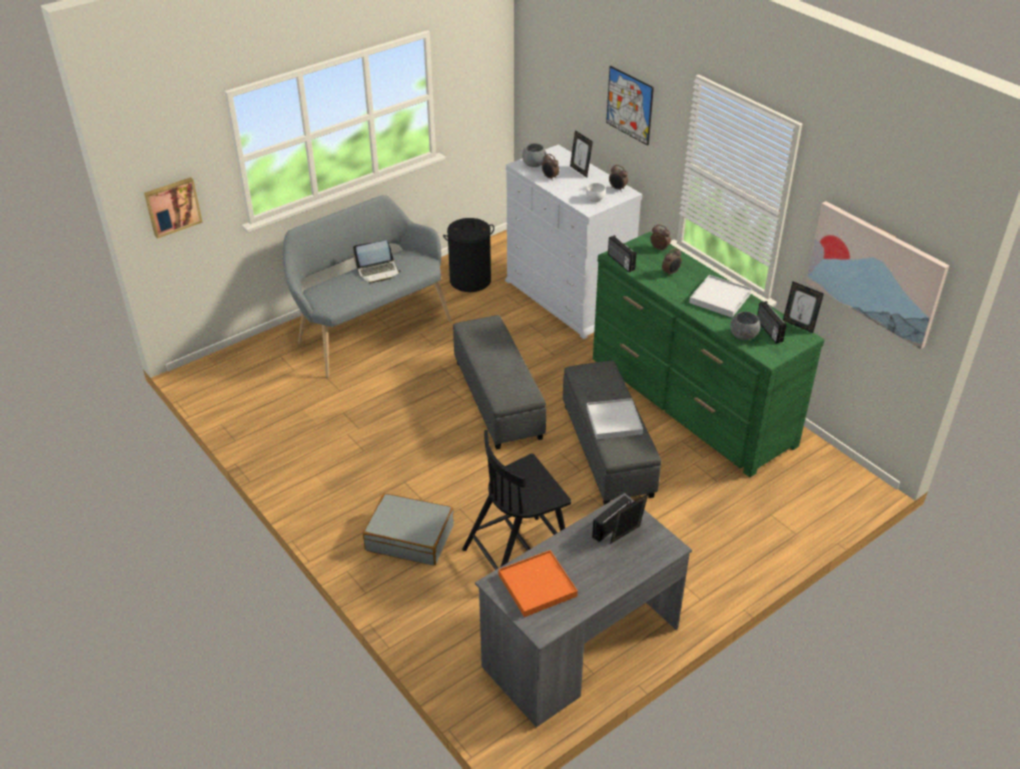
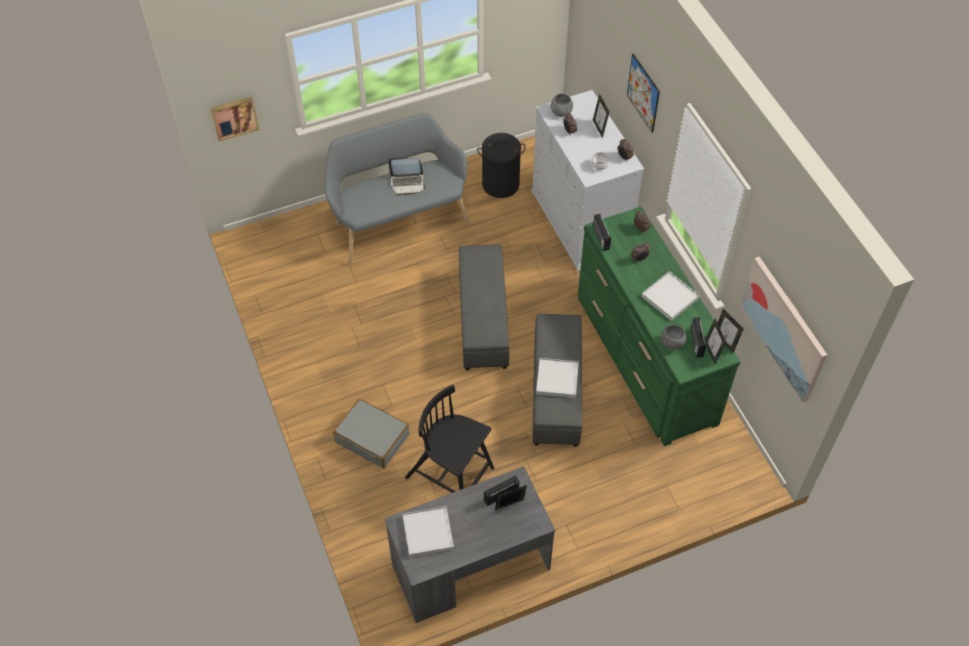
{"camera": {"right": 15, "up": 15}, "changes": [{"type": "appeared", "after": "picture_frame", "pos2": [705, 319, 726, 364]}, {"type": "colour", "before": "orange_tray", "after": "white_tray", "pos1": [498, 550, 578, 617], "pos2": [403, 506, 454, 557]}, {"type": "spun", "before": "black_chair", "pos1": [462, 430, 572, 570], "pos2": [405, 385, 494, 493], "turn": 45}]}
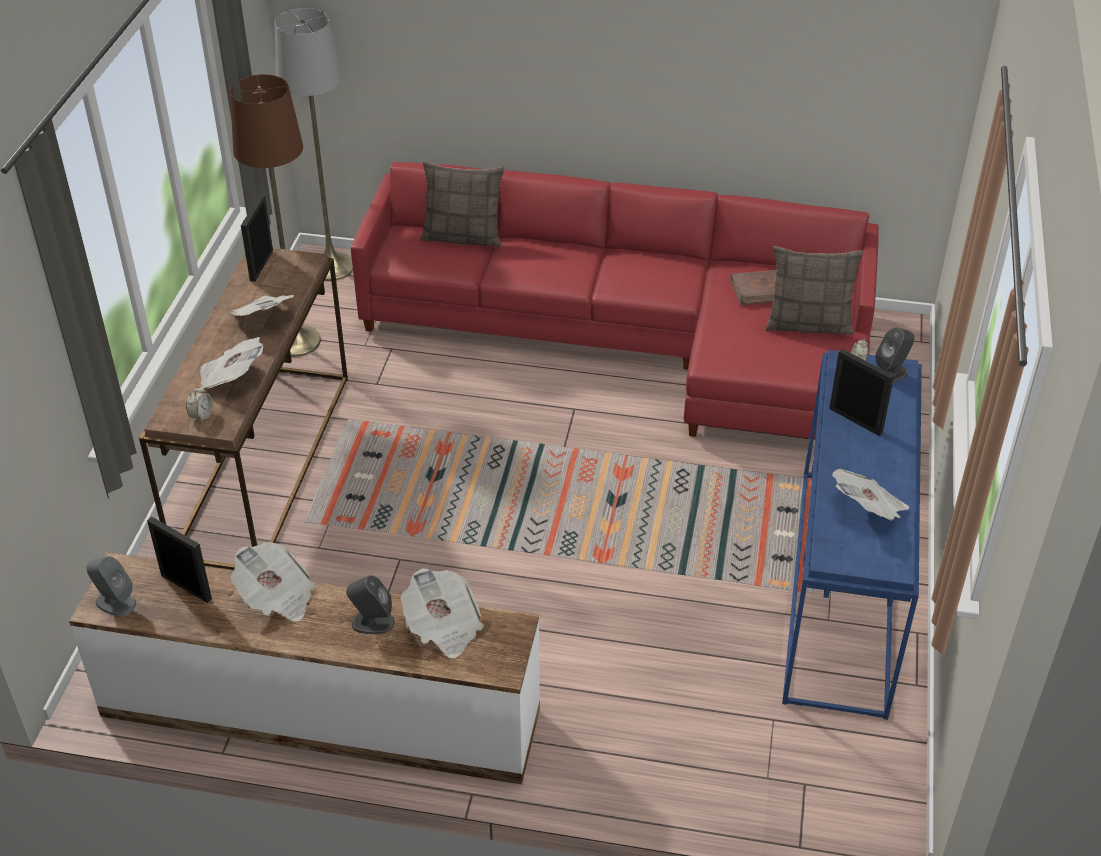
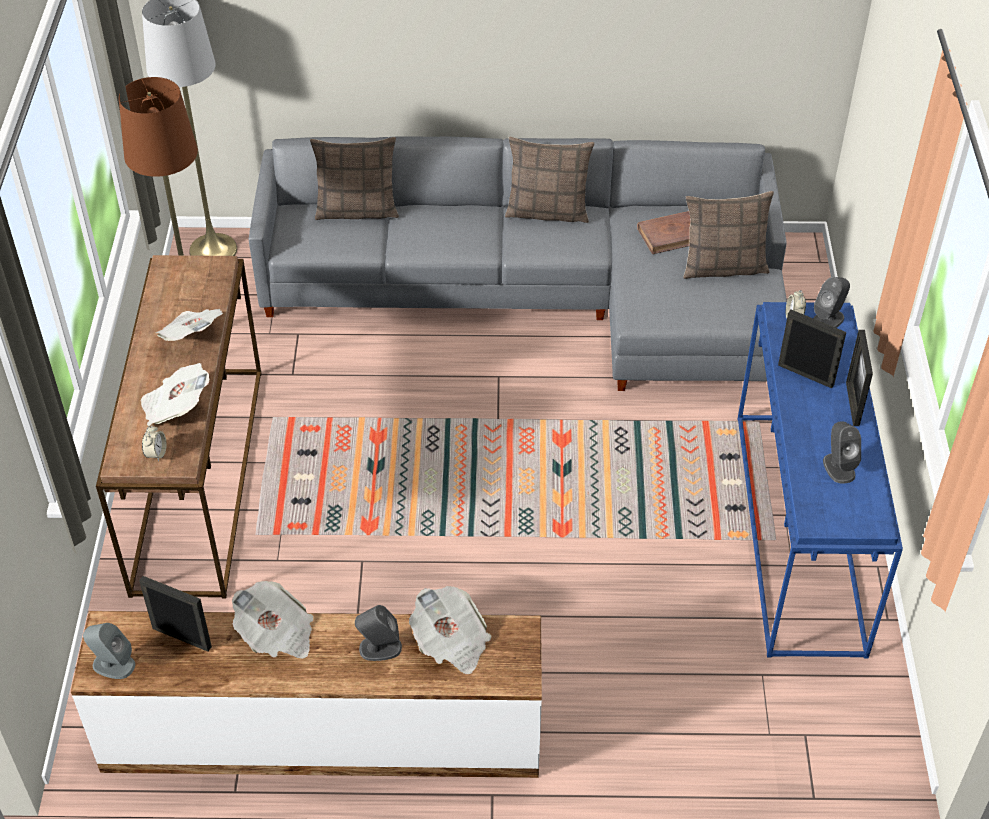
{"camera": {"right": -10, "up": 5}, "changes": [{"type": "appeared", "after": "pillow", "pos2": [505, 137, 594, 223]}, {"type": "relocated", "before": "picture_frame", "pos1": [241, 195, 273, 282], "pos2": [846, 330, 873, 426]}, {"type": "exchanged", "before": "newspaper", "after": "grey_speaker", "pos1": [832, 469, 909, 520], "pos2": [823, 421, 861, 484]}, {"type": "colour", "before": "red_sofa", "after": "grey_sofa", "pos1": [351, 162, 879, 439], "pos2": [249, 136, 787, 391]}]}
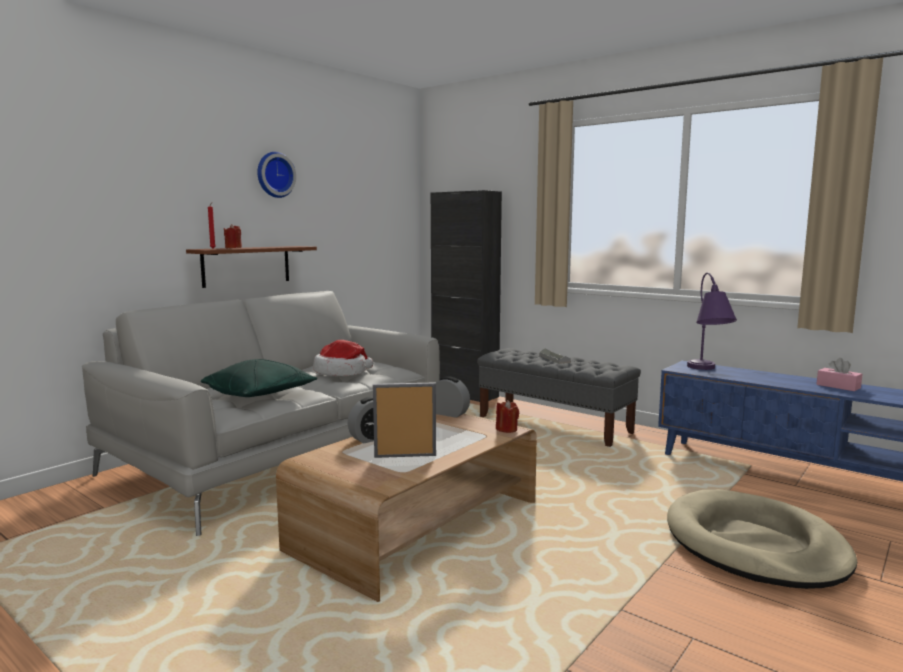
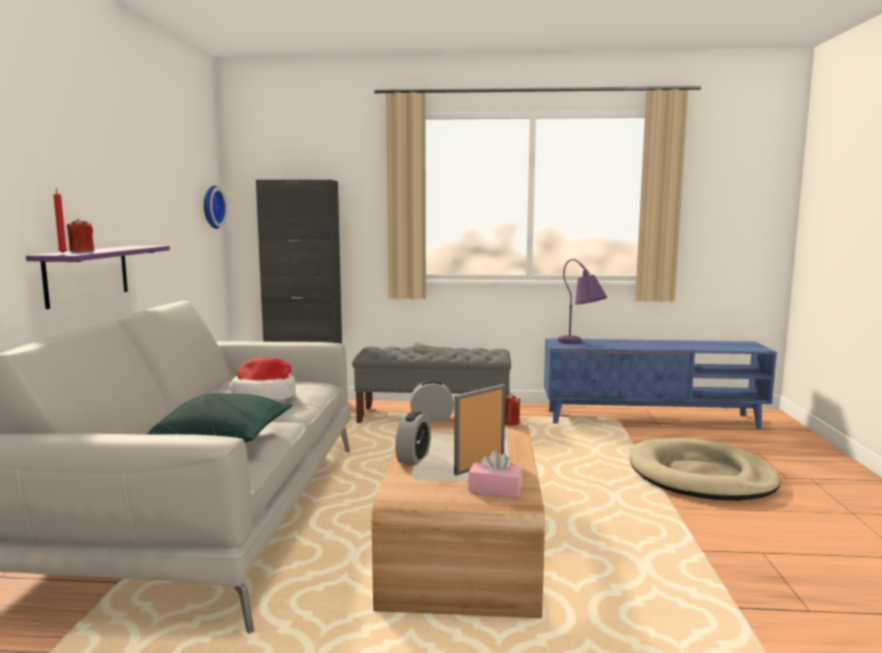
{"camera": {"right": -35, "up": 0}, "changes": [{"type": "relocated", "before": "wall_clock", "pos1": [257, 152, 296, 198], "pos2": [204, 185, 227, 229]}, {"type": "relocated", "before": "pink_tissue_box", "pos1": [816, 358, 862, 391], "pos2": [468, 450, 522, 498]}, {"type": "colour", "before": "brown_shelf", "after": "purple_shelf", "pos1": [186, 246, 317, 288], "pos2": [26, 246, 170, 309]}]}
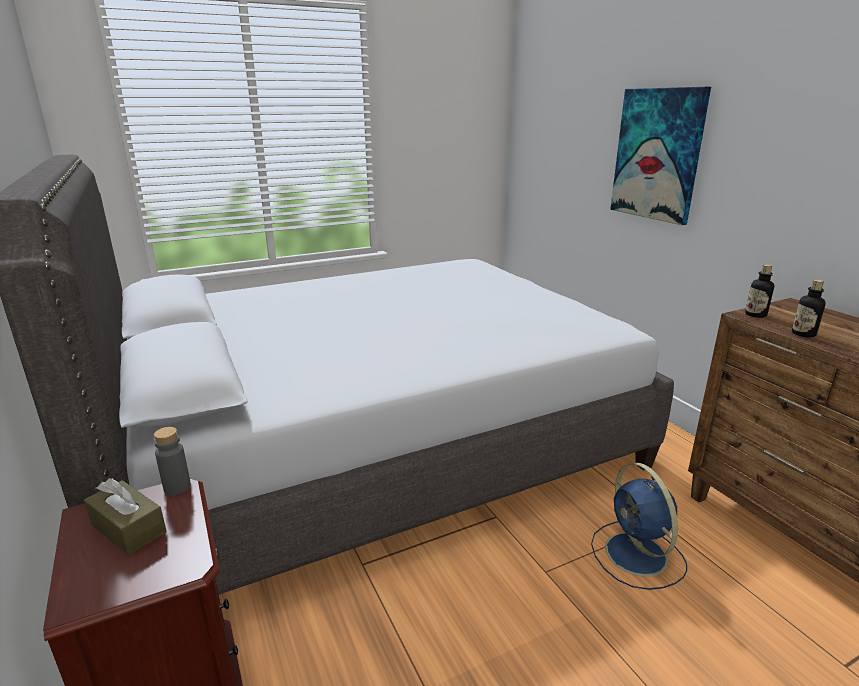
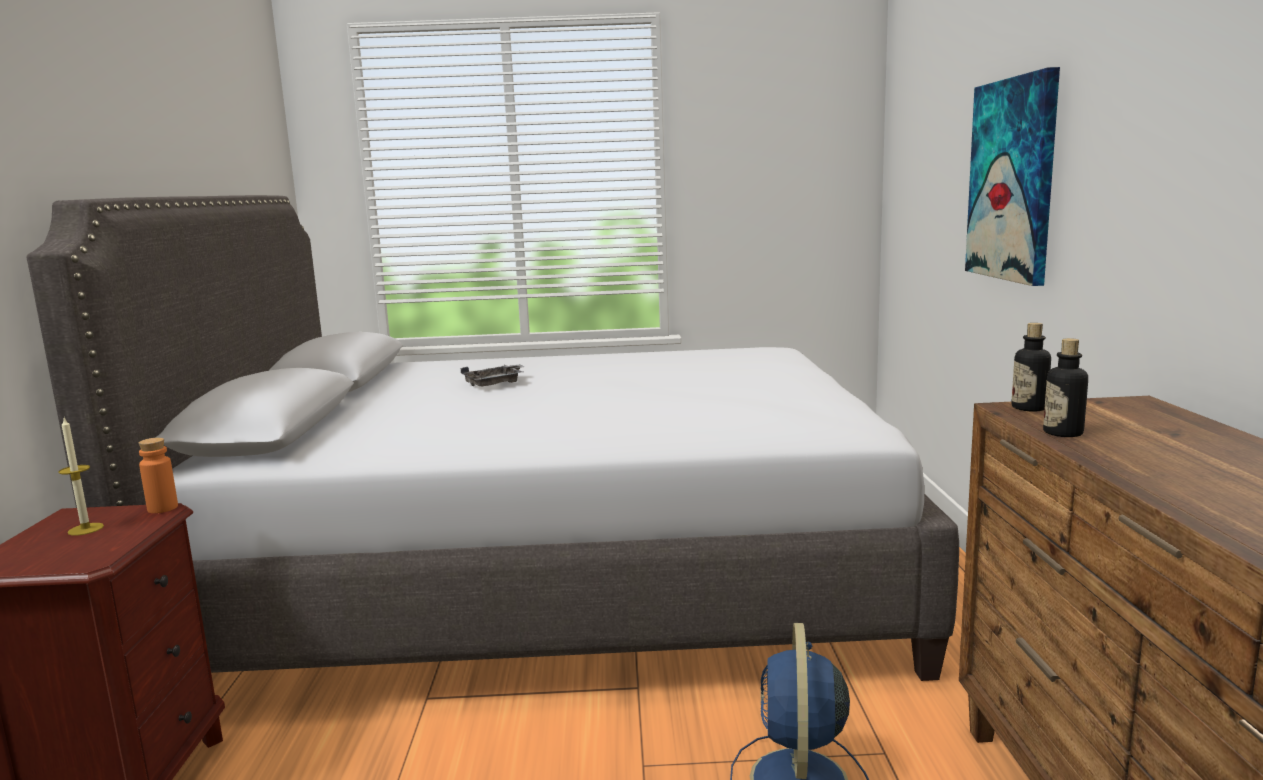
{"camera": {"right": 25, "up": -10}, "changes": [{"type": "appeared", "after": "grey_tray", "pos2": [461, 364, 525, 386]}, {"type": "exchanged", "before": "brown_tissue_box", "after": "candle", "pos1": [84, 478, 167, 555], "pos2": [58, 418, 104, 536]}, {"type": "colour", "before": "grey_bottle", "after": "orange_bottle", "pos1": [154, 427, 191, 495], "pos2": [139, 438, 178, 513]}]}
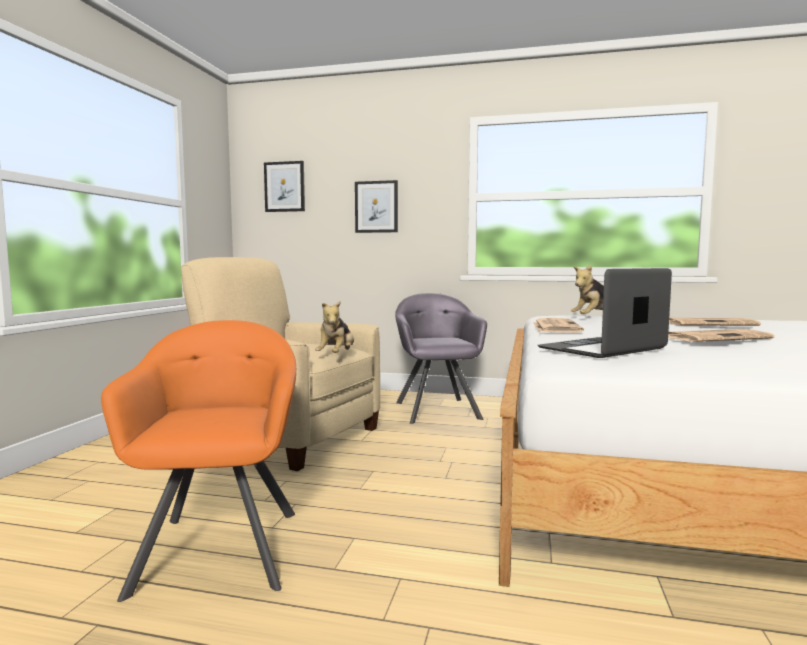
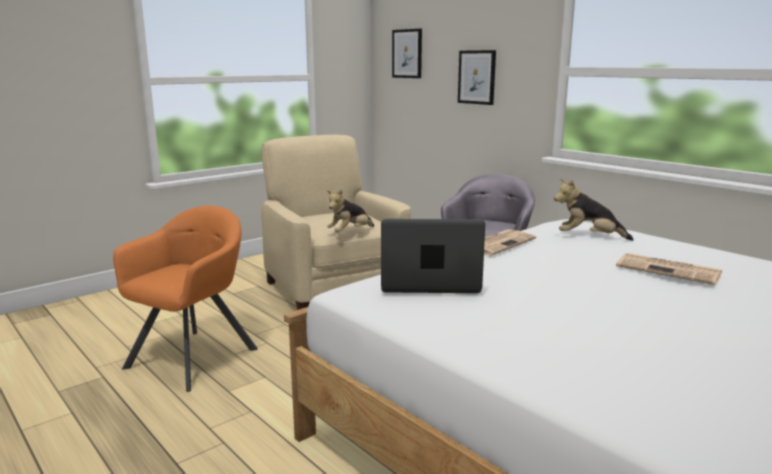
{"camera": {"right": 35, "up": 10}, "changes": [{"type": "missing", "before": "newspaper", "pos1": [668, 329, 775, 342]}]}
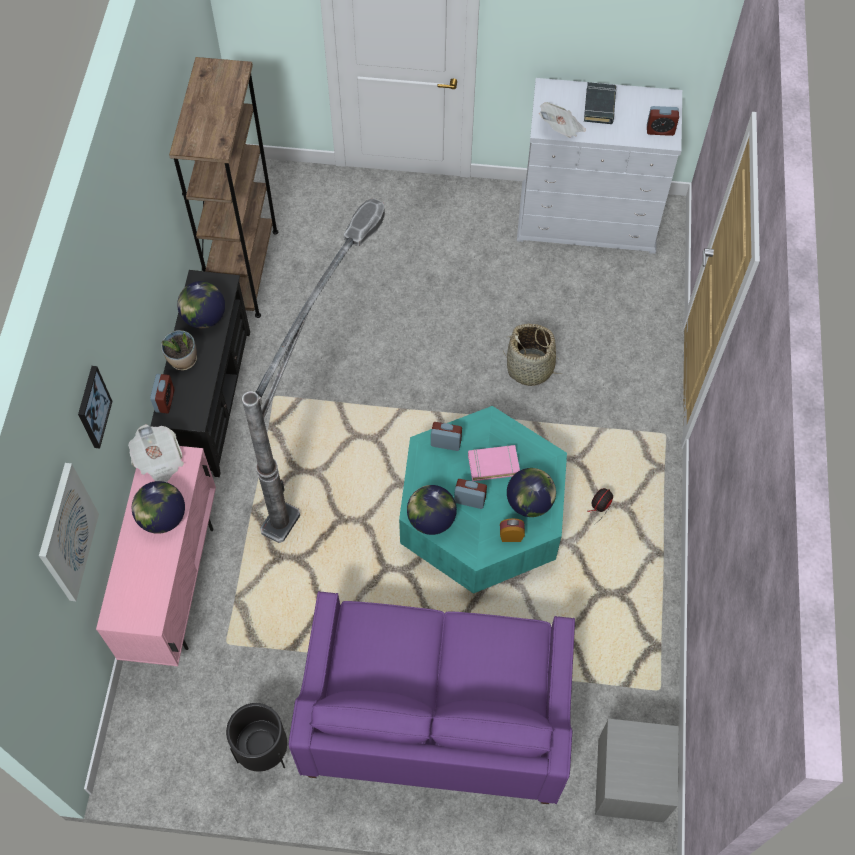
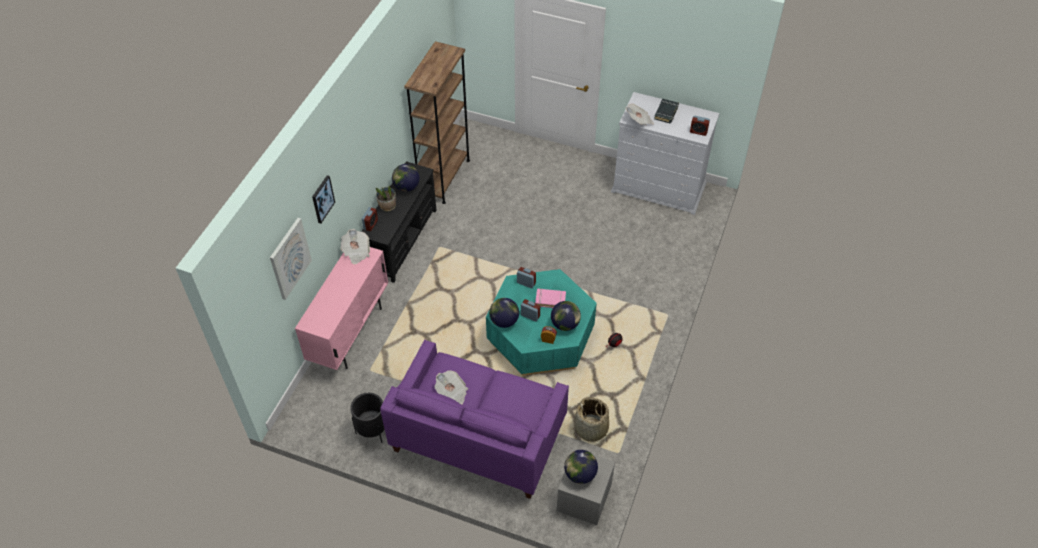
{"camera": {"right": 15, "up": -10}, "changes": [{"type": "missing", "before": "floor_lamp", "pos1": [242, 198, 385, 543]}, {"type": "appeared", "after": "newspaper", "pos2": [434, 370, 468, 405]}, {"type": "relocated", "before": "globe", "pos1": [132, 481, 185, 534], "pos2": [564, 450, 598, 484]}, {"type": "relocated", "before": "basket", "pos1": [503, 324, 564, 386], "pos2": [575, 397, 611, 442]}]}
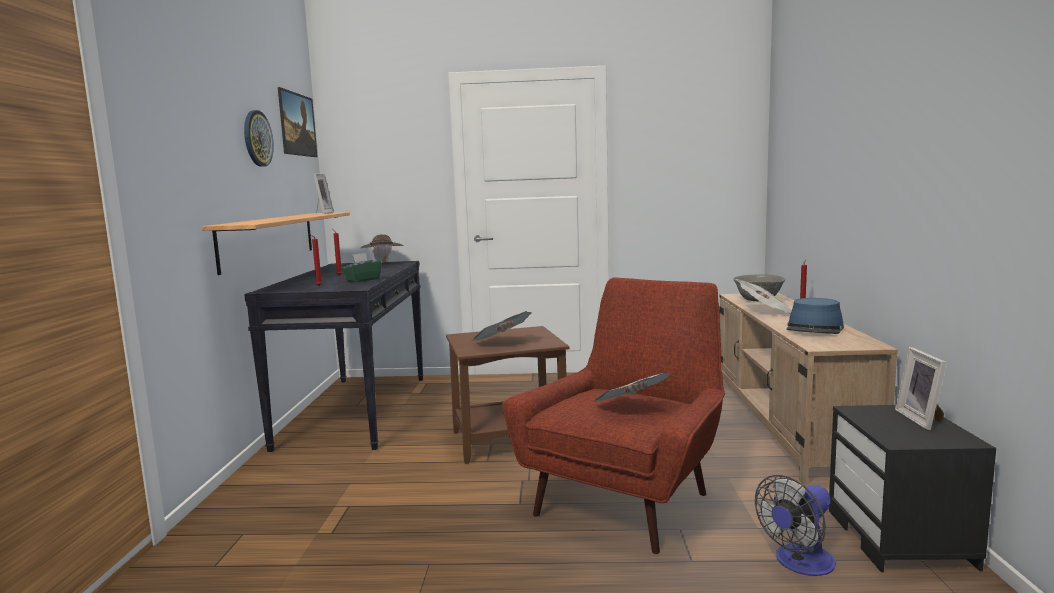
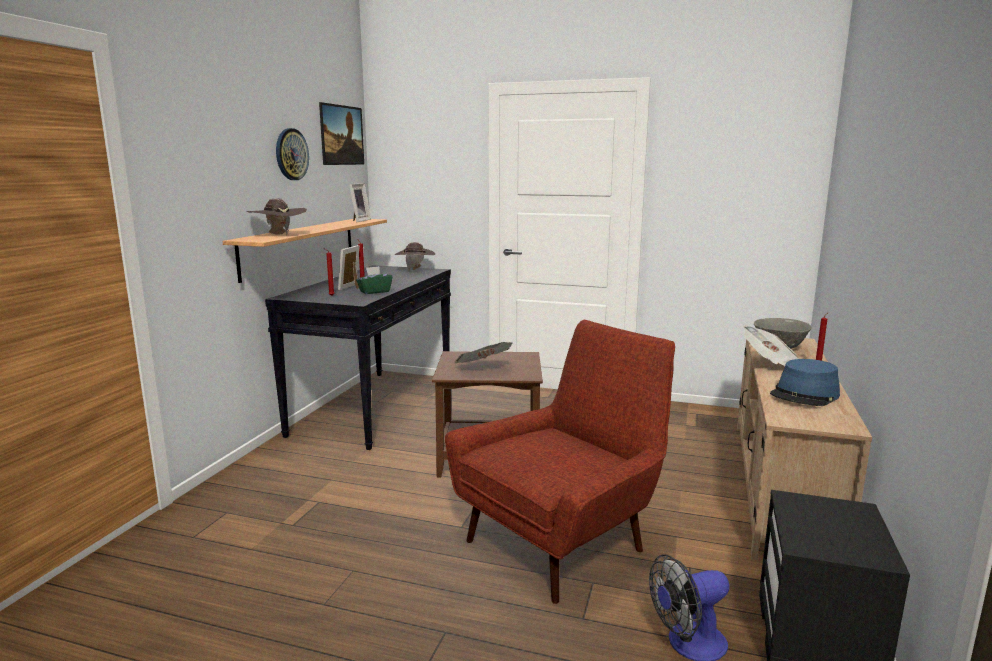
{"camera": {"right": 15, "up": 5}, "changes": [{"type": "missing", "before": "newspaper", "pos1": [592, 373, 672, 402]}, {"type": "appeared", "after": "brown_hat", "pos2": [246, 199, 307, 235]}, {"type": "relocated", "before": "picture_frame", "pos1": [895, 347, 947, 430], "pos2": [338, 245, 360, 290]}]}
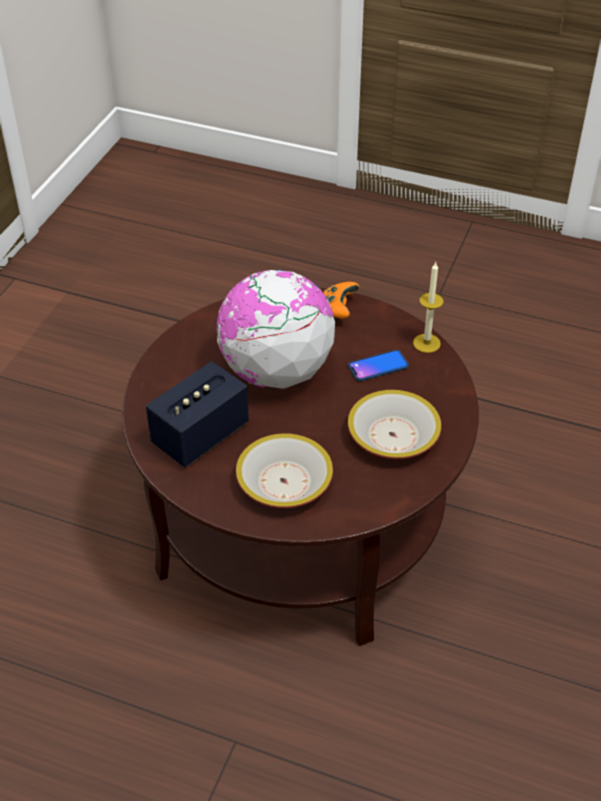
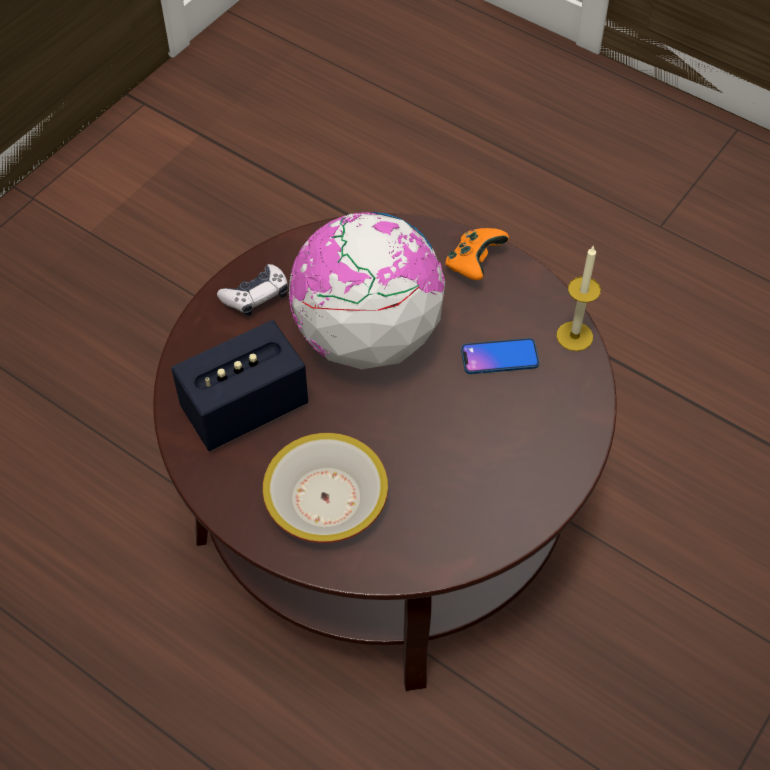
{"camera": {"right": 15, "up": 10}, "changes": [{"type": "missing", "before": "bowl", "pos1": [348, 390, 441, 459]}, {"type": "appeared", "after": "game_controller", "pos2": [217, 264, 288, 316]}]}
